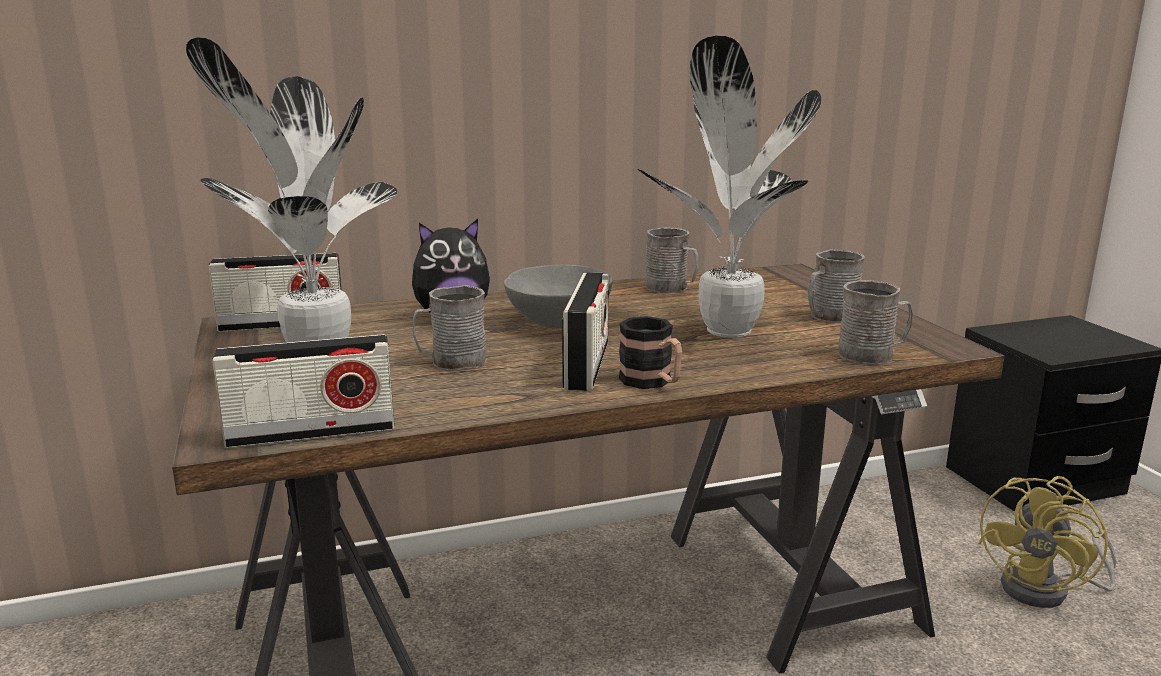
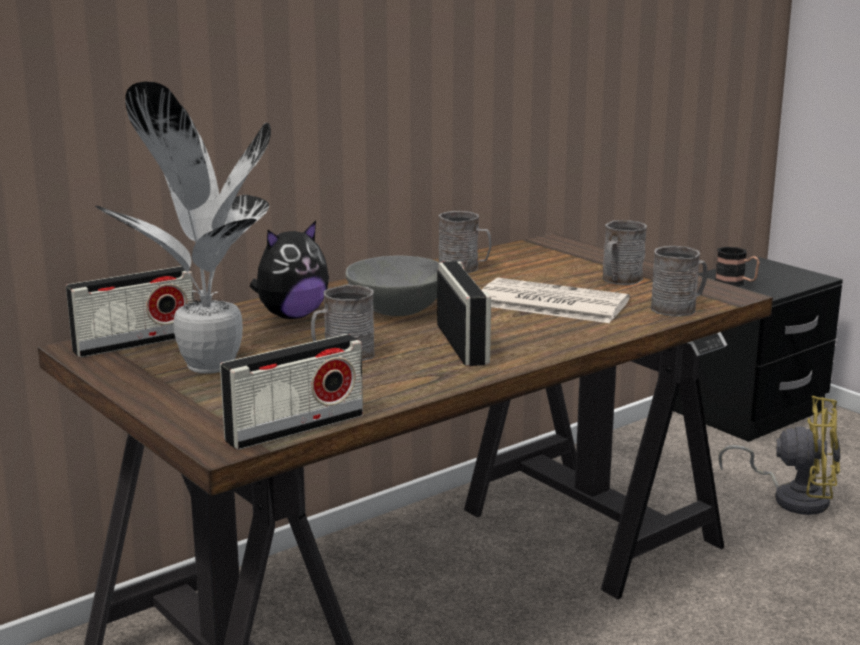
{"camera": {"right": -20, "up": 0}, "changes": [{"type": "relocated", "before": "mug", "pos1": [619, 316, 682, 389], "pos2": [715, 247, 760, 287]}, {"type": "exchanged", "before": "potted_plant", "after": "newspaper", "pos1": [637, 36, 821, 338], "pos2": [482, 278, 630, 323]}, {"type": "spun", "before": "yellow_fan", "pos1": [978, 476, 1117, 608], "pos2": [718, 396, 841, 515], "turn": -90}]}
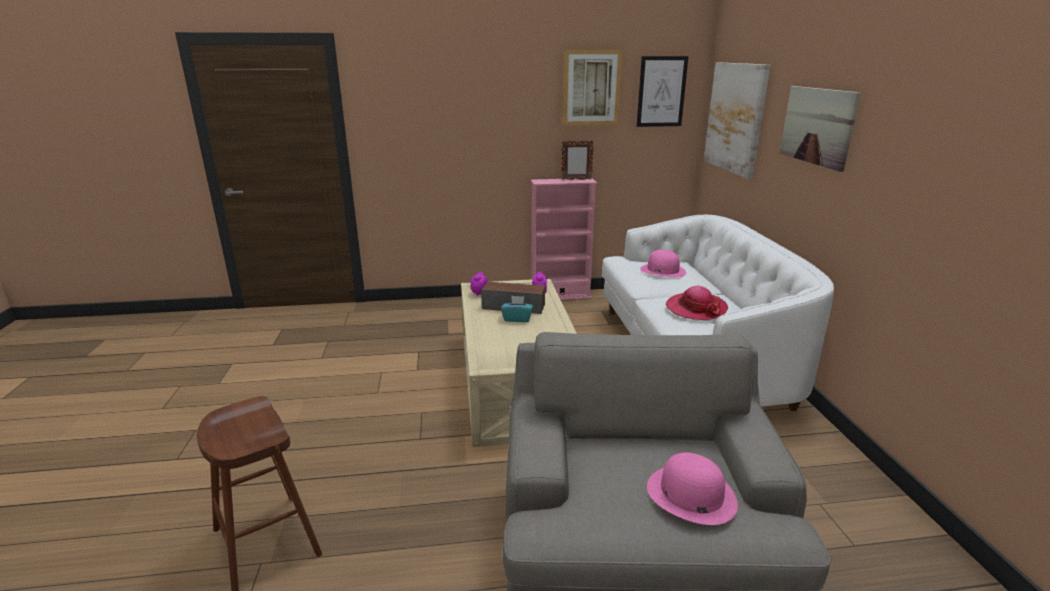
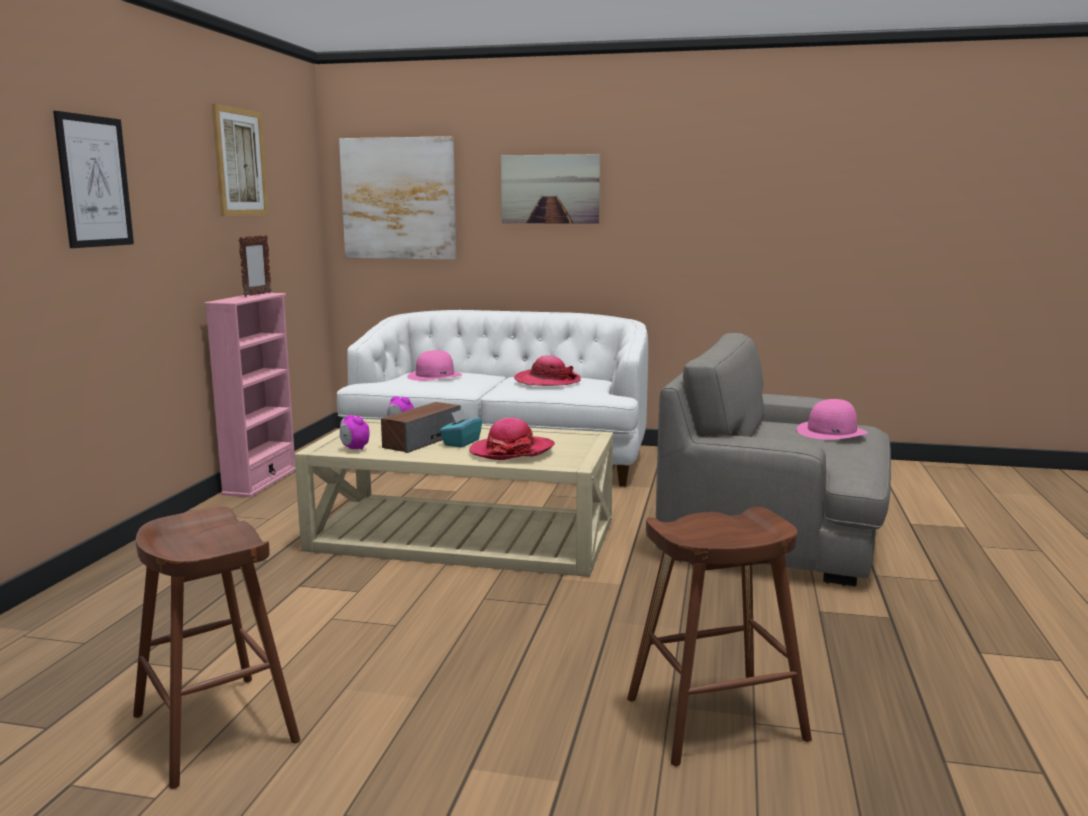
{"camera": {"right": -70, "up": -10}, "changes": [{"type": "appeared", "after": "brown_stool", "pos2": [133, 506, 300, 789]}, {"type": "appeared", "after": "hat", "pos2": [469, 417, 555, 460]}, {"type": "relocated", "before": "picture", "pos1": [637, 56, 688, 127], "pos2": [53, 111, 134, 248]}]}
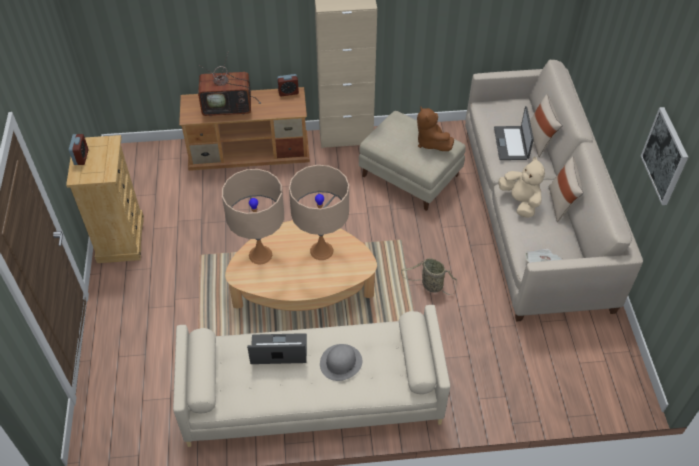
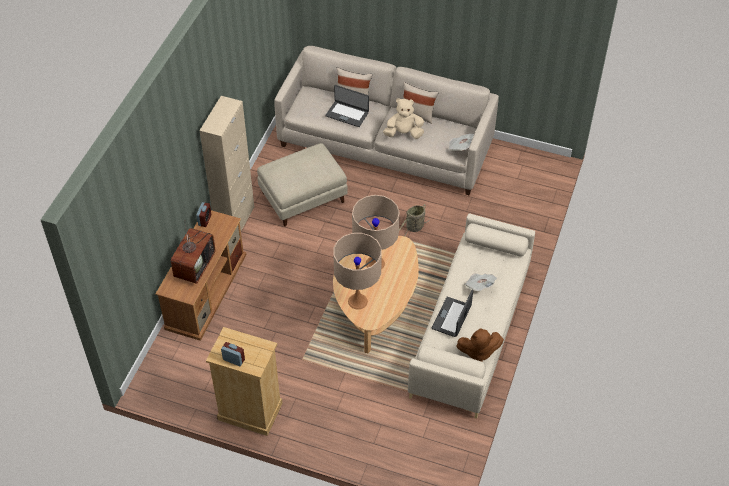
{"camera": {"right": -65, "up": 0}, "changes": [{"type": "missing", "before": "picture", "pos1": [641, 107, 688, 205]}, {"type": "relocated", "before": "brown_plush_toy", "pos1": [417, 107, 454, 151], "pos2": [456, 329, 504, 362]}, {"type": "exchanged", "before": "grey_hat", "after": "newspaper", "pos1": [320, 344, 362, 381], "pos2": [464, 273, 497, 291]}]}
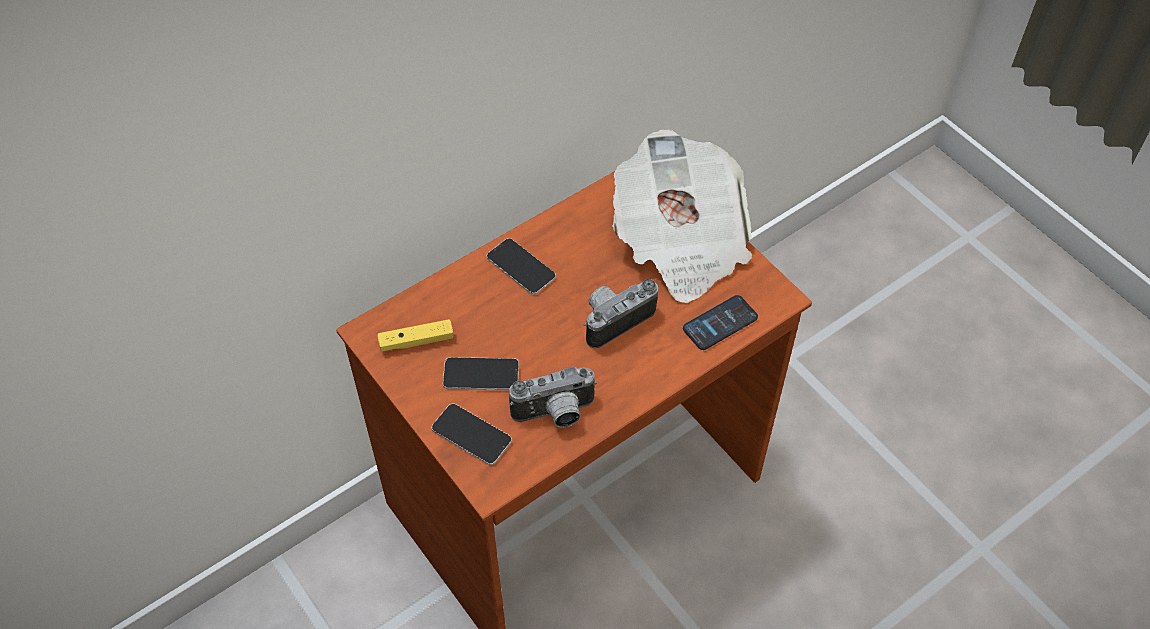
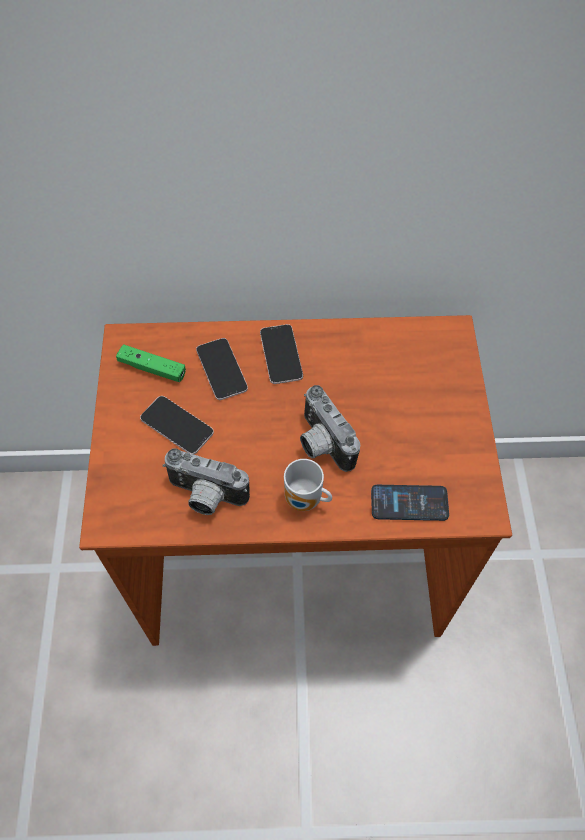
{"camera": {"right": 35, "up": 5}, "changes": [{"type": "missing", "before": "newspaper", "pos1": [613, 129, 752, 303]}, {"type": "appeared", "after": "mug", "pos2": [284, 459, 332, 511]}, {"type": "relocated", "before": "phone", "pos1": [432, 403, 512, 465], "pos2": [196, 338, 248, 400]}, {"type": "colour", "before": "yellow_game_controller", "after": "green_game_controller", "pos1": [378, 319, 453, 352], "pos2": [116, 344, 186, 382]}, {"type": "spun", "before": "photo_camera", "pos1": [584, 279, 658, 348], "pos2": [300, 385, 360, 472], "turn": -120}]}
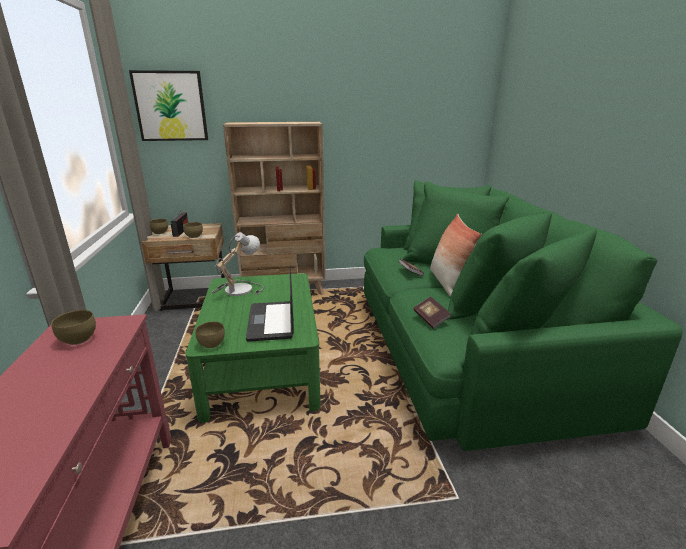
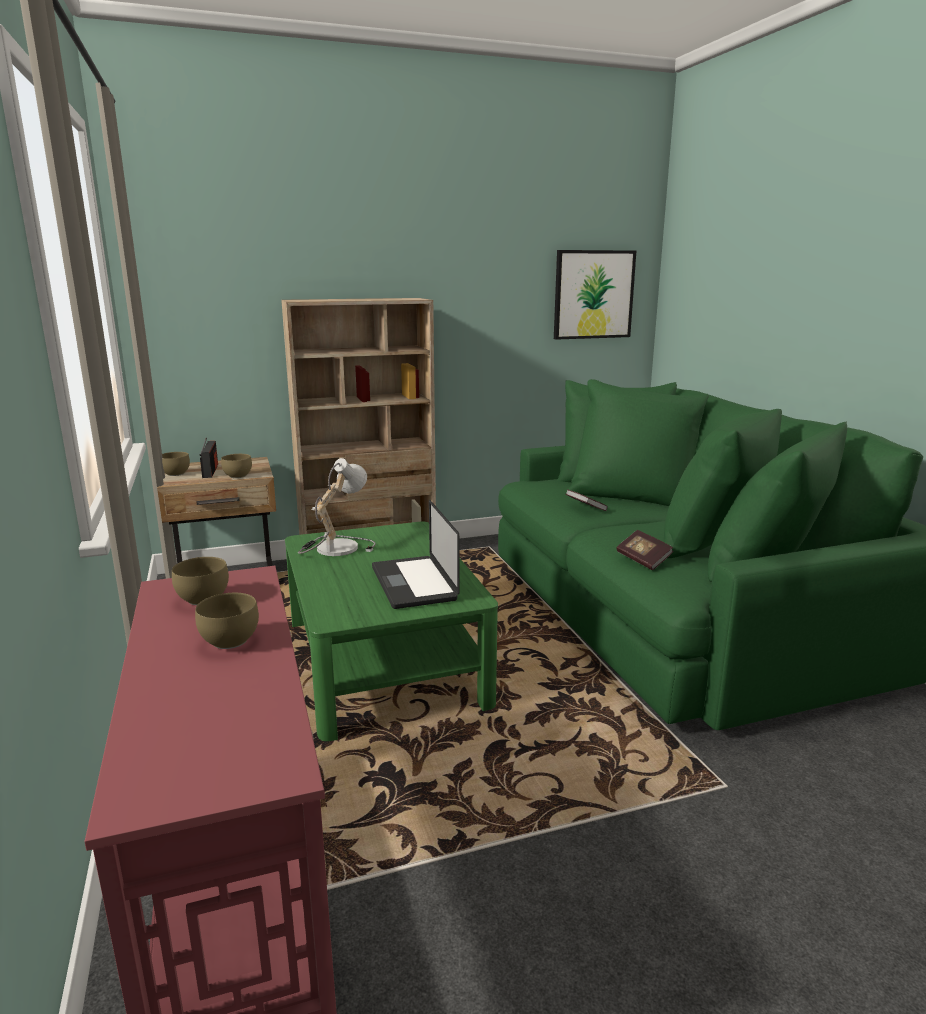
{"camera": {"right": -10, "up": -5}, "changes": [{"type": "missing", "before": "pillow", "pos1": [430, 214, 482, 297]}, {"type": "relocated", "before": "picture", "pos1": [129, 70, 208, 141], "pos2": [554, 250, 636, 340]}, {"type": "relocated", "before": "brown_bowl", "pos1": [196, 322, 225, 348], "pos2": [195, 593, 259, 649]}]}
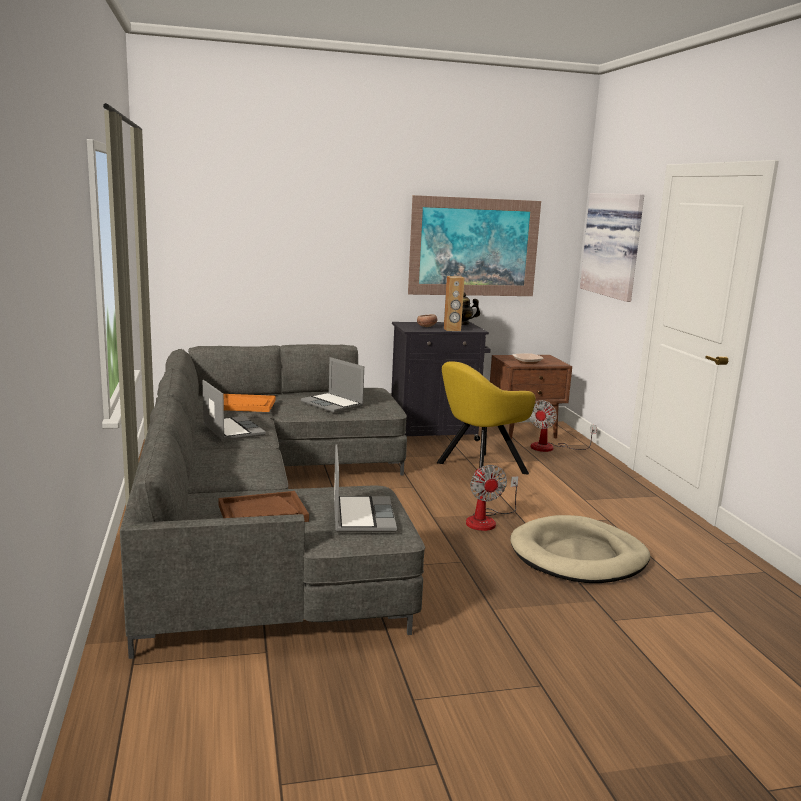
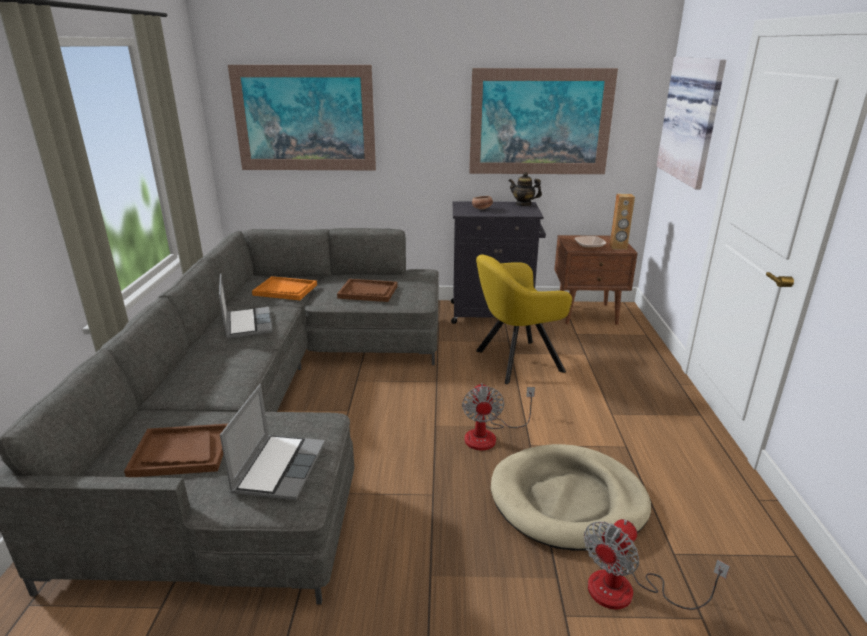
{"camera": {"right": 15, "up": 10}, "changes": [{"type": "appeared", "after": "picture", "pos2": [228, 65, 376, 170]}, {"type": "relocated", "before": "brown_speaker", "pos1": [444, 276, 464, 331], "pos2": [610, 194, 635, 250]}, {"type": "relocated", "before": "fan", "pos1": [529, 400, 597, 452], "pos2": [584, 519, 730, 610]}, {"type": "exchanged", "before": "laptop", "after": "brown_tray", "pos1": [301, 357, 364, 413], "pos2": [337, 279, 398, 302]}]}
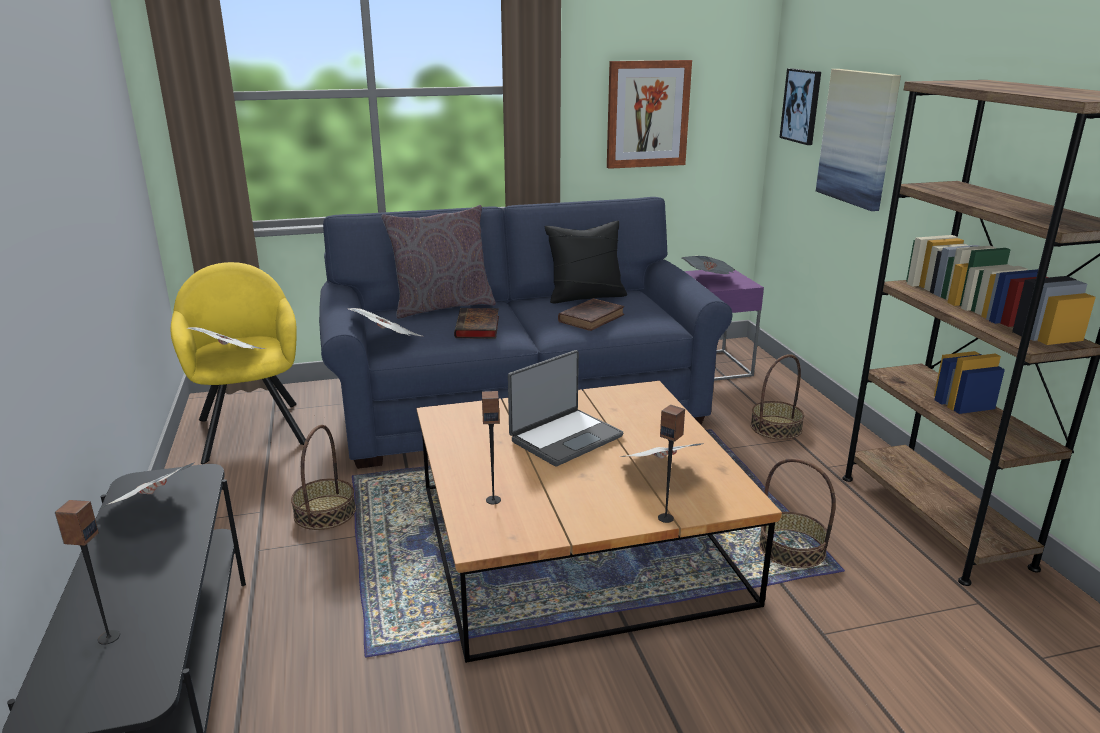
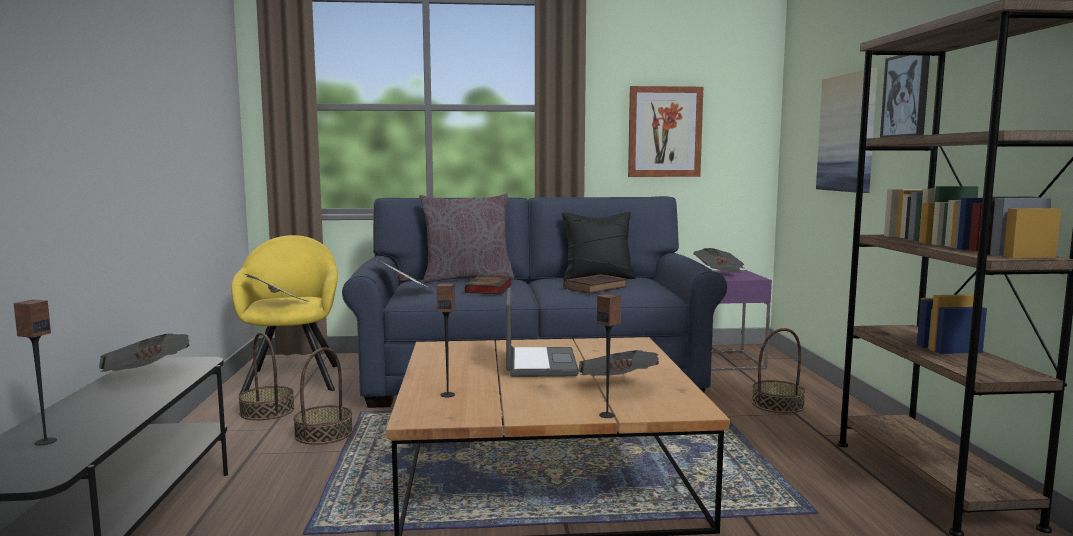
{"camera": {"right": 10, "up": -15}, "changes": [{"type": "relocated", "before": "basket", "pos1": [759, 458, 836, 568], "pos2": [238, 332, 295, 420]}, {"type": "relocated", "before": "picture", "pos1": [779, 68, 821, 145], "pos2": [880, 55, 930, 138]}, {"type": "spun", "before": "laptop", "pos1": [508, 350, 623, 466], "pos2": [506, 288, 579, 377], "turn": -60}]}
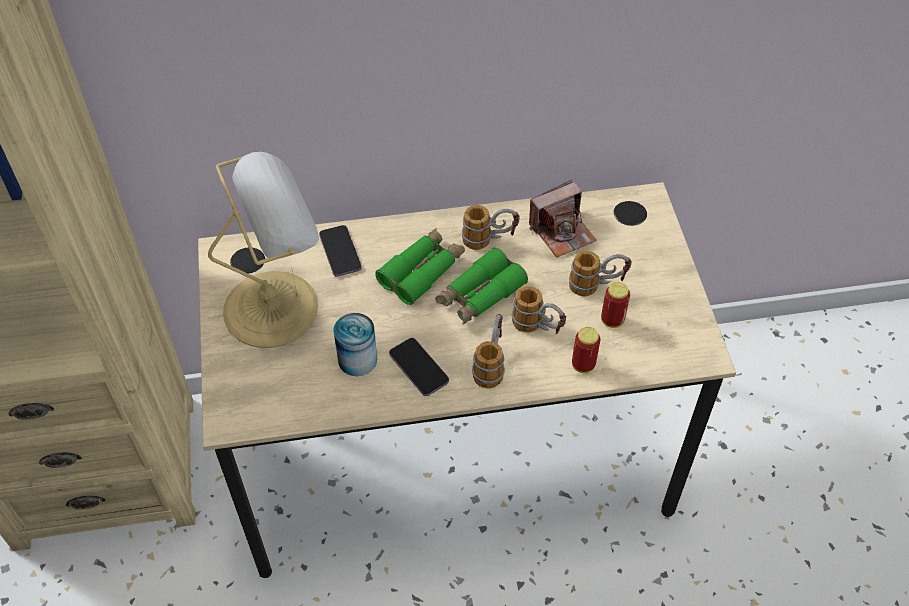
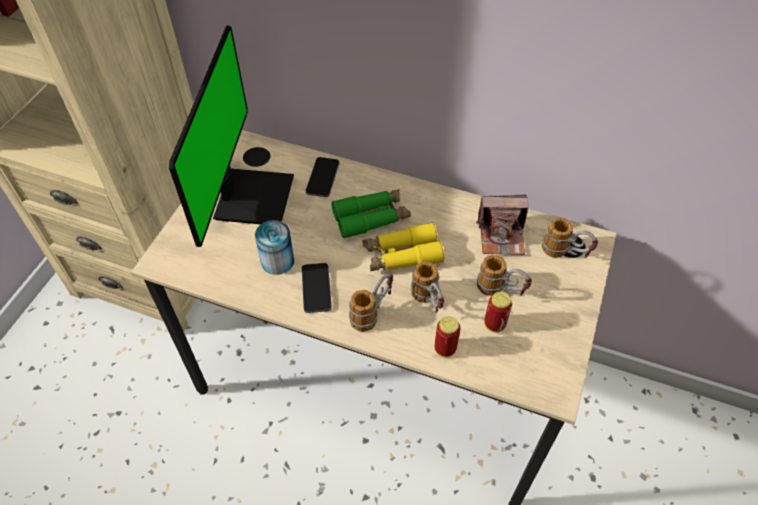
{"camera": {"right": 30, "up": 0}, "changes": [{"type": "relocated", "before": "mug", "pos1": [462, 205, 520, 250], "pos2": [542, 217, 598, 258]}, {"type": "exchanged", "before": "table_lamp", "after": "monitor", "pos1": [208, 152, 319, 348], "pos2": [169, 26, 294, 247]}, {"type": "colour", "before": "green_binoculars", "after": "yellow_binoculars", "pos1": [435, 248, 528, 324], "pos2": [362, 222, 445, 271]}]}
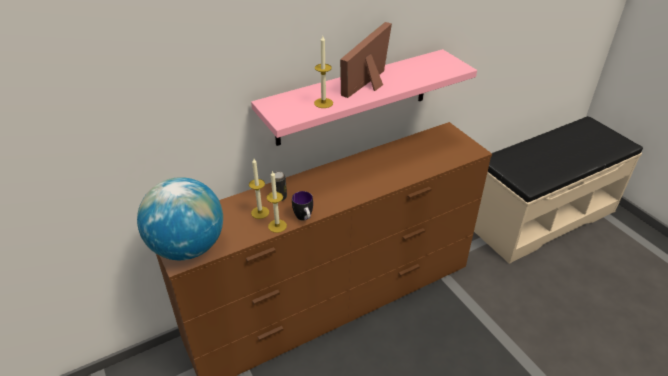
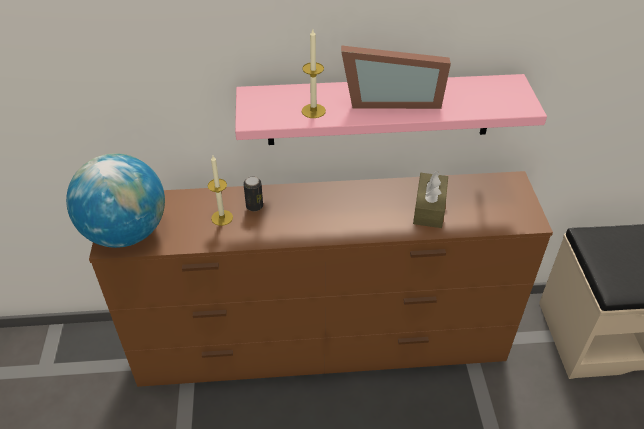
{"camera": {"right": 25, "up": 5}, "changes": [{"type": "missing", "before": "candle", "pos1": [267, 170, 287, 233]}, {"type": "missing", "before": "mug", "pos1": [292, 191, 313, 221]}, {"type": "appeared", "after": "brown_tissue_box", "pos2": [413, 171, 448, 228]}, {"type": "spun", "before": "picture_frame", "pos1": [340, 22, 392, 98], "pos2": [341, 45, 451, 109], "turn": -150}]}
